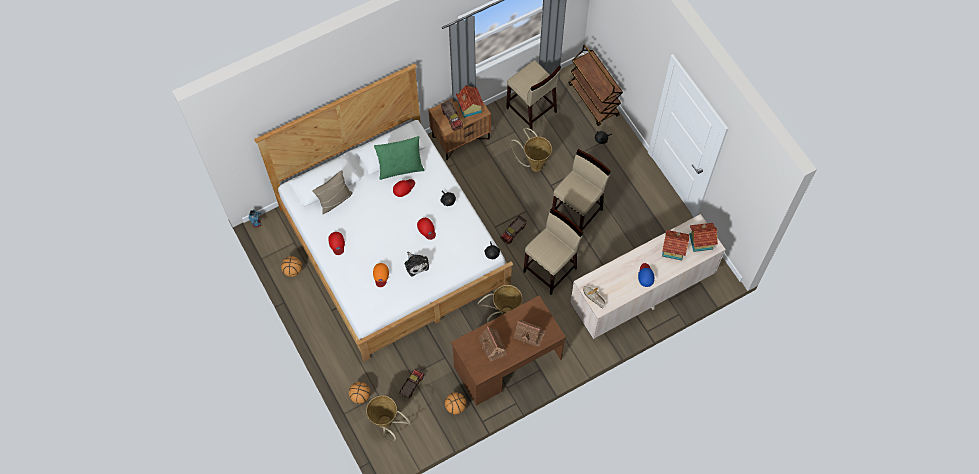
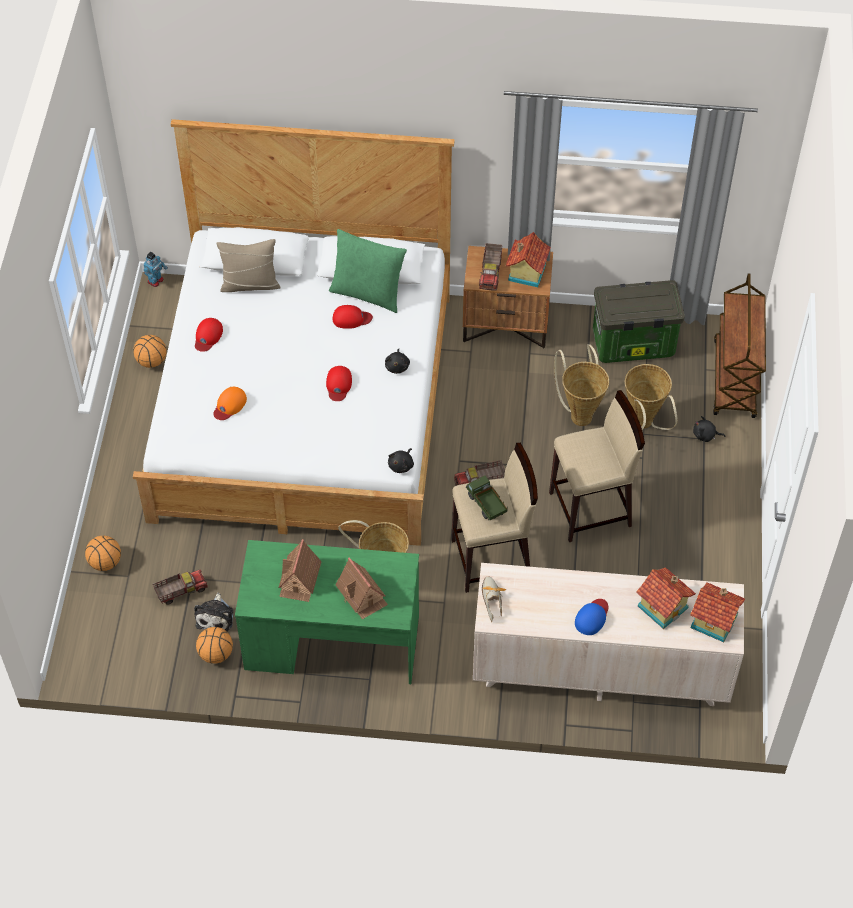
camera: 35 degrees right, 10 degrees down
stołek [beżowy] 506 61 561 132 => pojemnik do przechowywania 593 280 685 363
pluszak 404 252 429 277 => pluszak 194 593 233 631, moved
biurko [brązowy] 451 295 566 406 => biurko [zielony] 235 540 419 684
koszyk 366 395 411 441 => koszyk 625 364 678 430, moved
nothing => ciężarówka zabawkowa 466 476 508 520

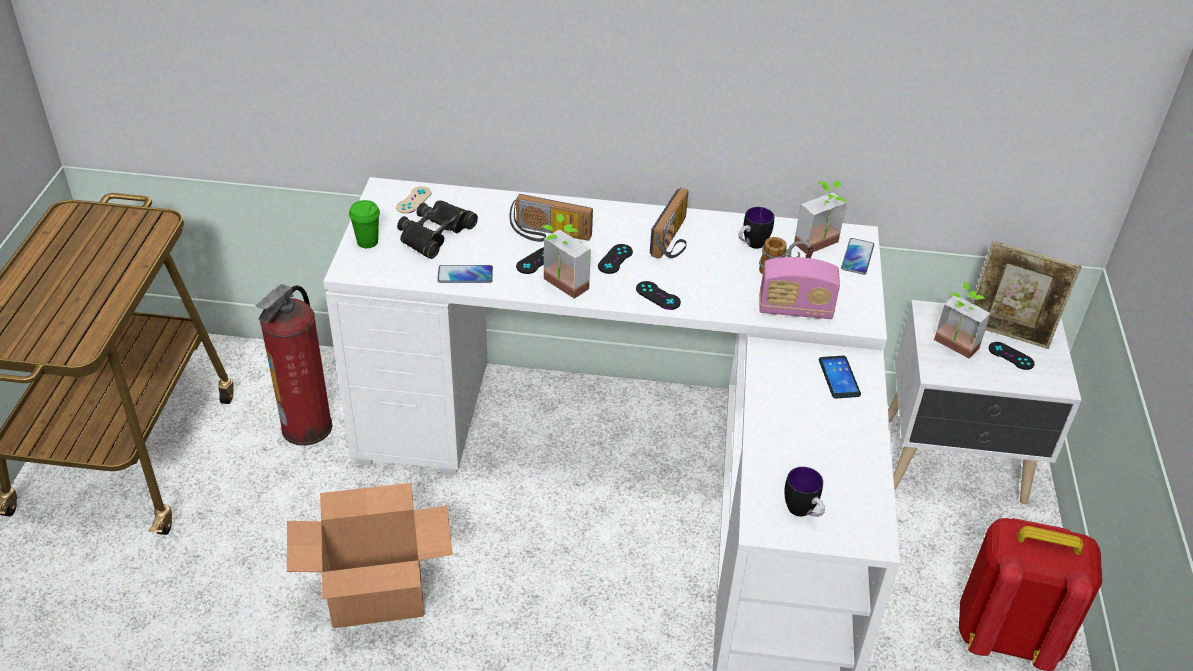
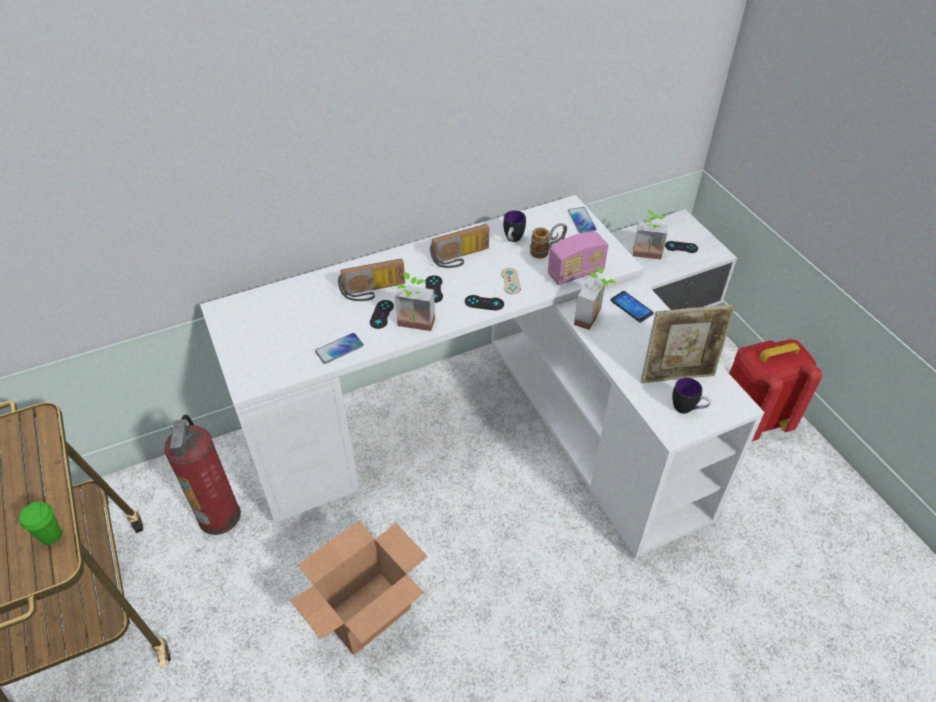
camera: 30 degrees left, 5 degrees up
roślina doniczkowa 794 181 847 254 => roślina doniczkowa 574 267 616 330, moved
pad do gier [beżowy] 396 186 432 214 => pad do gier [beżowy] 501 268 521 294, moved
radio 650 188 689 258 => radio 430 224 489 268, 75 degrees clockwise
filiżanka [zielony] 349 200 380 248 => filiżanka [zielony] 19 501 62 545, moved
lornetka [czarny] 397 200 478 259 => nothing
ramka na zdjęcie 971 241 1081 349 => ramka na zdjęcie 641 305 736 383, moved

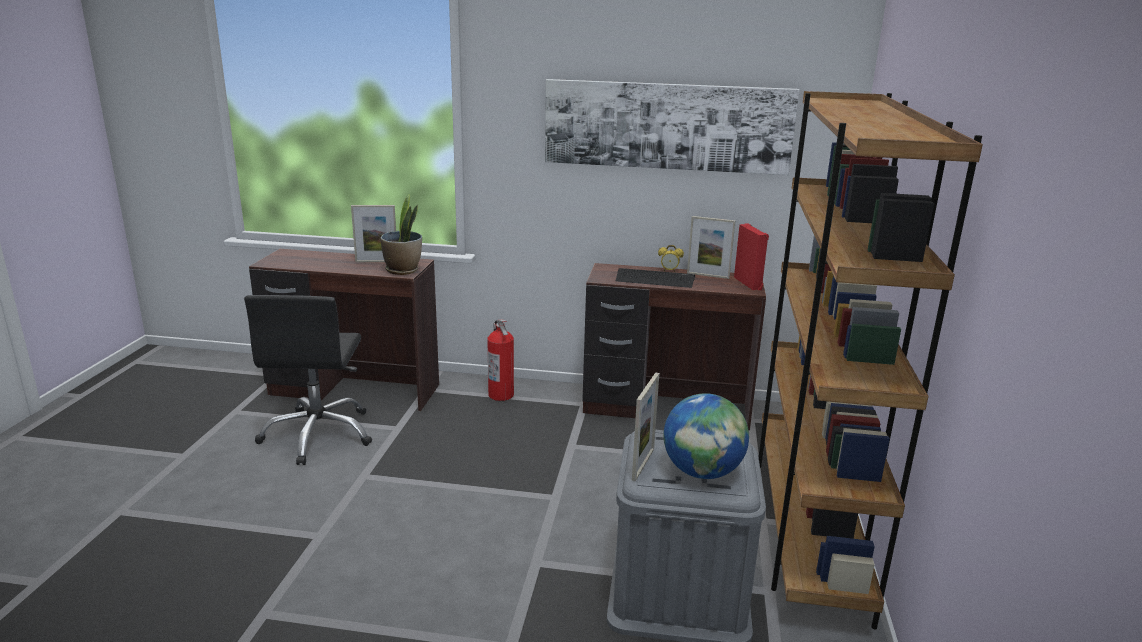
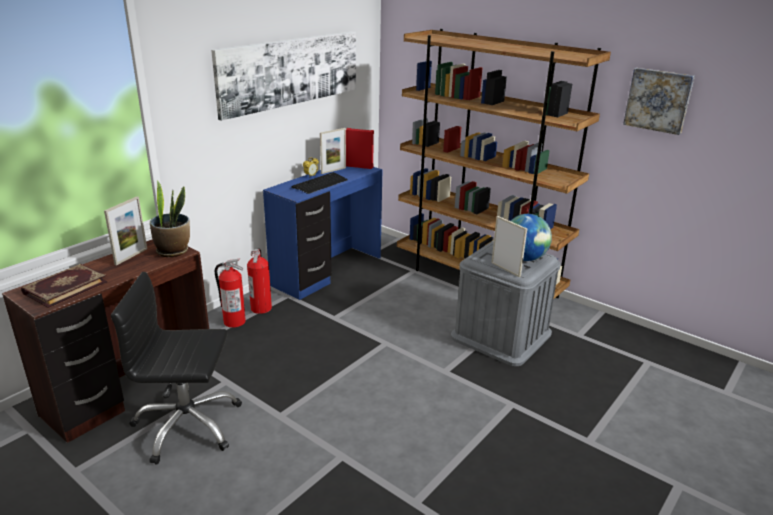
camera: 60 degrees left, 5 degrees up
biurko [brązowy] 582 263 766 431 => biurko [niebieski] 263 166 382 300
krzesło biurowe [czarny] 244 295 372 465 => krzesło biurowe [czarny] 111 272 242 465, 150 degrees clockwise
nothing => obraz 623 68 695 135
nothing => gaśnica 247 248 272 314
nothing => książka 21 264 107 308

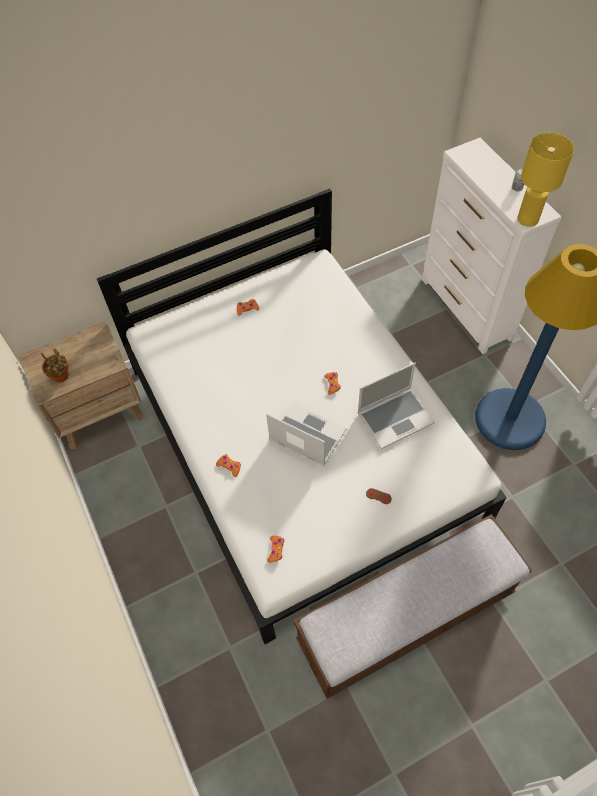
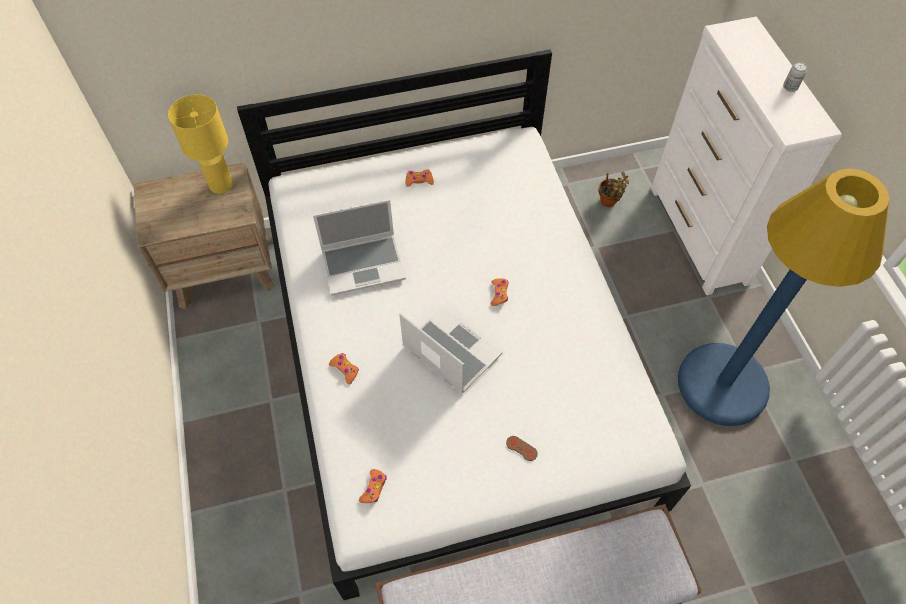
camera: 10 degrees right, 0 degrees up
lampa stołowa [żółty] 518 133 574 227 => lampa stołowa [żółty] 168 94 233 194, moved
roślina doniczkowa 40 349 69 382 => roślina doniczkowa 599 171 629 207, moved
laptop 358 362 435 449 => laptop 313 199 406 296, moved

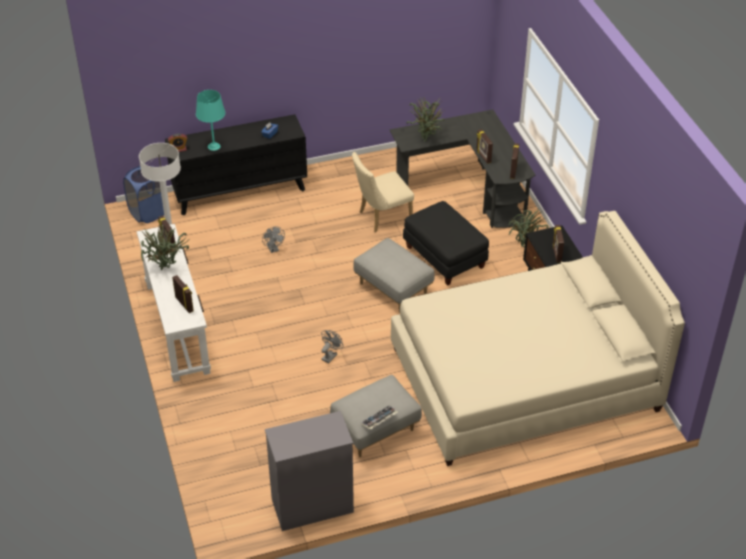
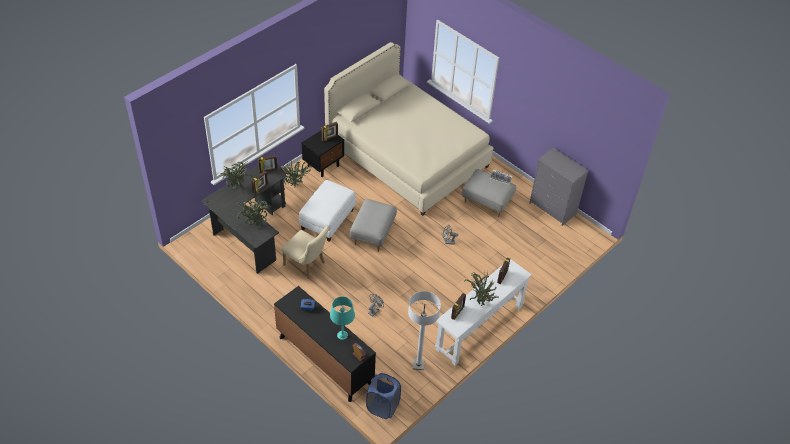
camera: 120 degrees left, 5 degrees up
pufa [czarny] 403 201 489 286 => pufa [biały] 299 180 356 242
nothing => roślina doniczkowa 220 161 252 189

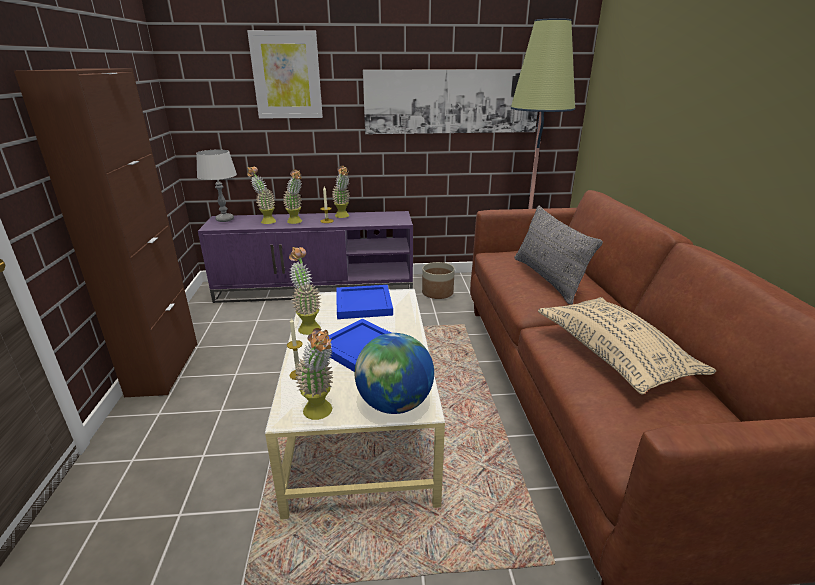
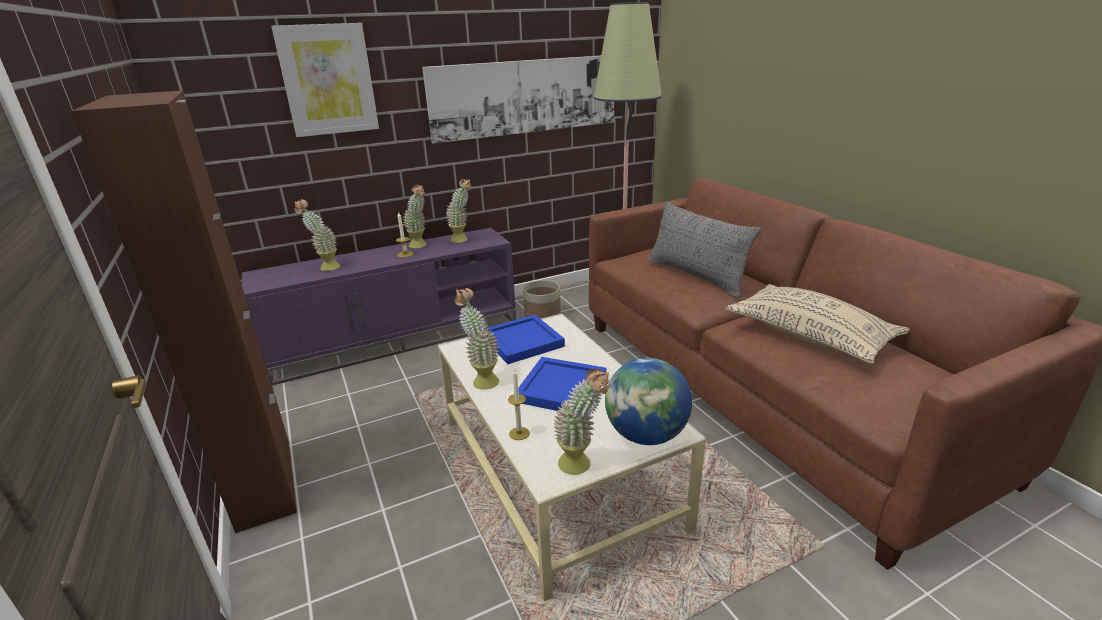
camera: 20 degrees left, 0 degrees up
lampa stołowa [szary] 196 150 237 222 => nothing
roślina doniczkowa 283 169 302 224 => roślina doniczkowa 446 179 472 243, moved

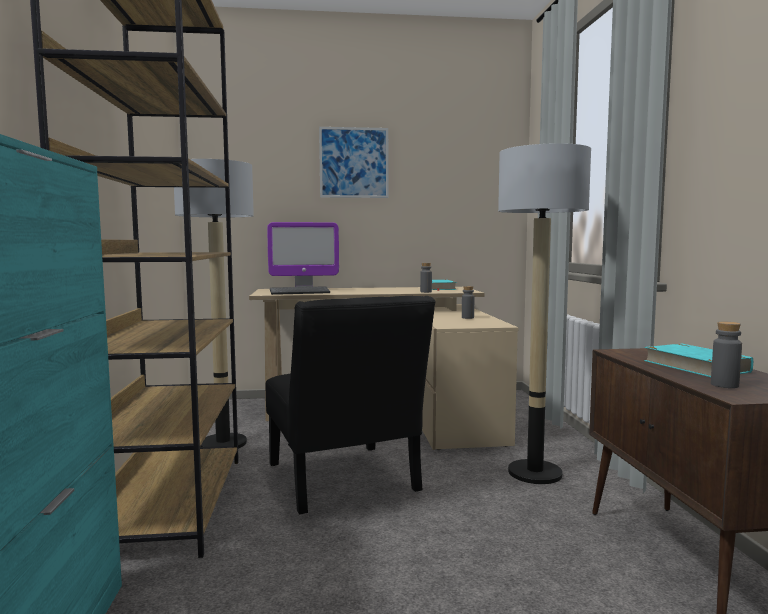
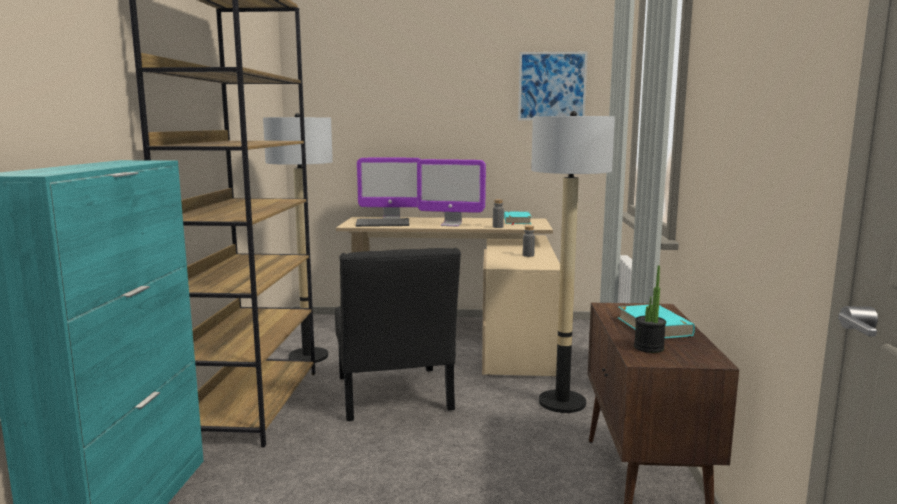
camera: 10 degrees right, 5 degrees up
obraz 319 127 388 198 => obraz 518 52 588 120, moved
butelka [szary] 711 322 742 388 => roślina doniczkowa 634 265 666 353
nothing => monitor 417 159 486 226

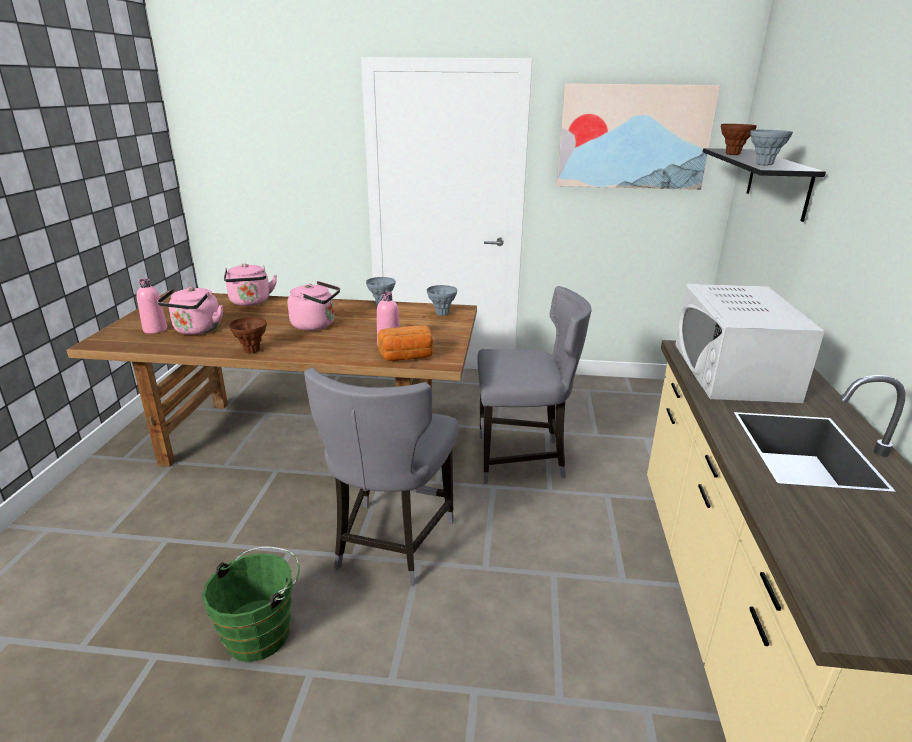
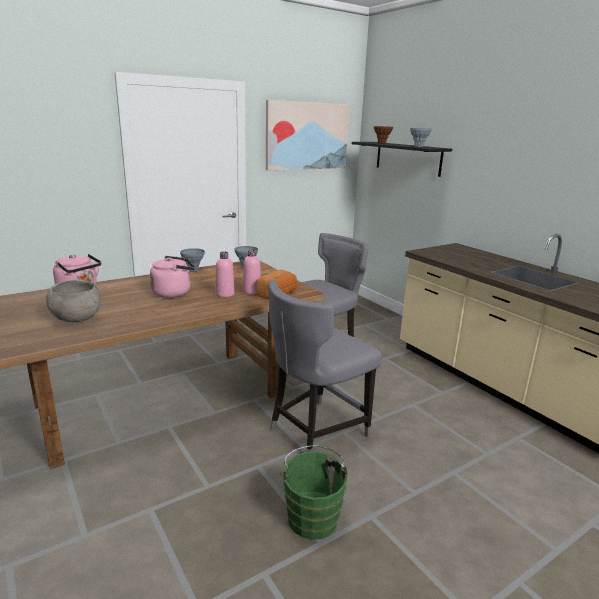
camera: 40 degrees left, 5 degrees down
butelka [różowy] 136 279 167 334 => butelka [różowy] 216 252 235 297, moved
mikrofalówka [biały] 675 284 825 403 => nothing
czajnik [różowy] 157 287 223 335 => miska [szary] 46 280 101 322
wazon [brązowy] 229 317 267 353 => nothing
krzesło [szary] 304 368 459 586 => krzesło [szary] 268 280 382 452, 75 degrees clockwise

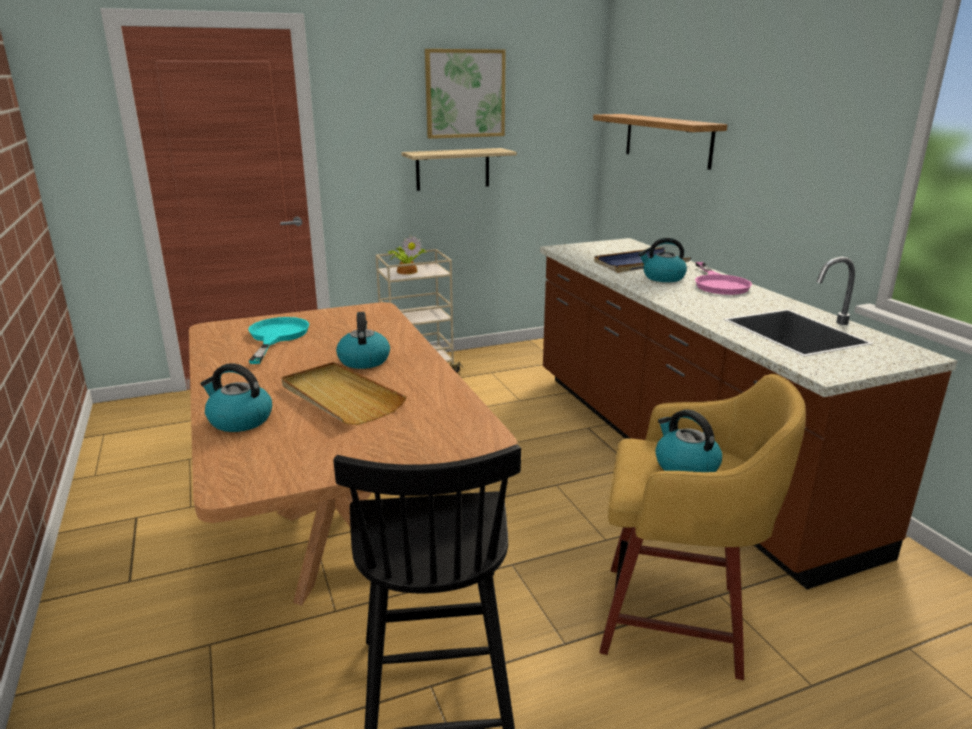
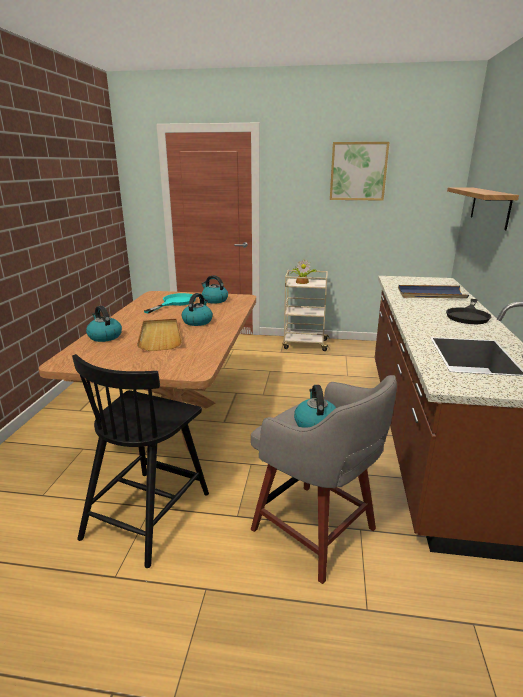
camera: 30 degrees right, 0 degrees up
półka 401 148 517 191 => nothing
czajnik 638 238 687 282 => czajnik 201 275 228 303, moved
patelnia [różowy] 695 262 752 295 => patelnia [czarny] 446 299 491 324
stołek [żółty] 600 374 806 680 => stołek [szary] 251 375 397 584

